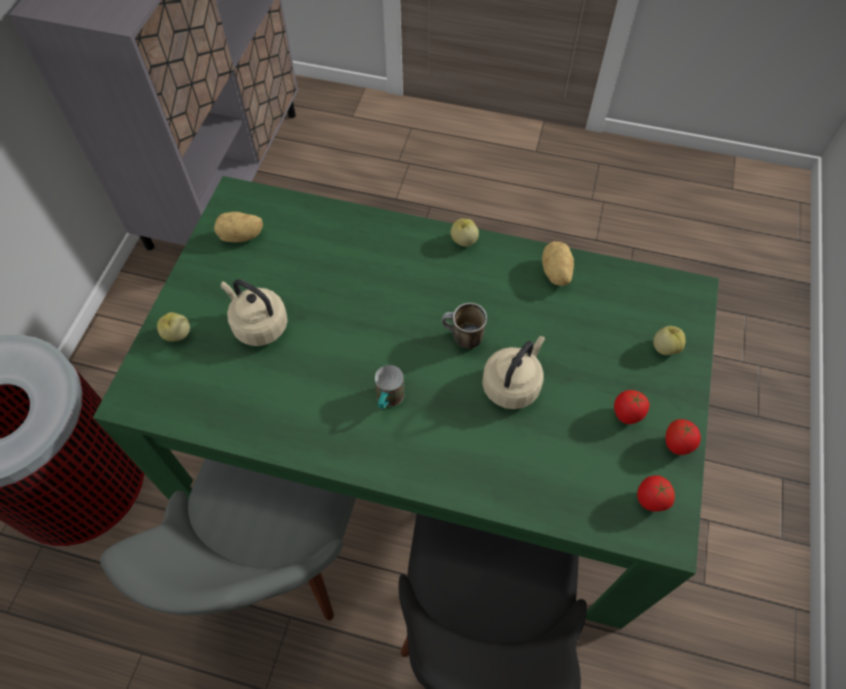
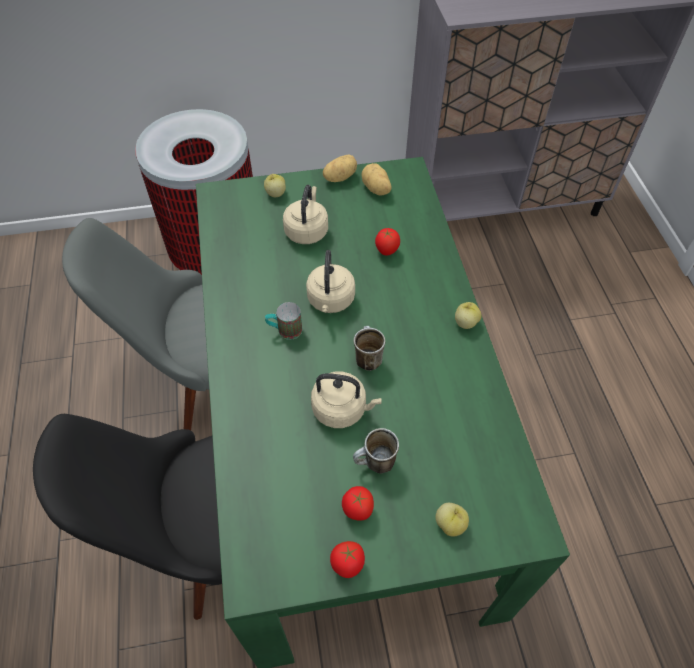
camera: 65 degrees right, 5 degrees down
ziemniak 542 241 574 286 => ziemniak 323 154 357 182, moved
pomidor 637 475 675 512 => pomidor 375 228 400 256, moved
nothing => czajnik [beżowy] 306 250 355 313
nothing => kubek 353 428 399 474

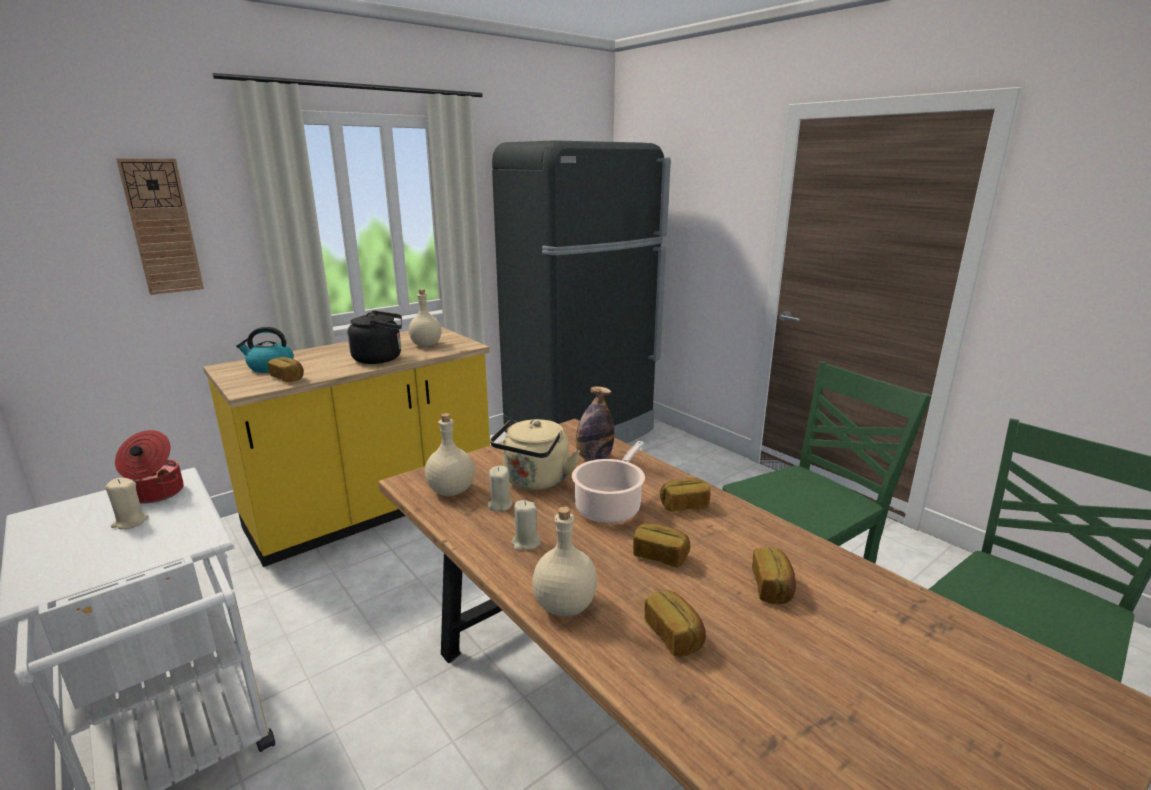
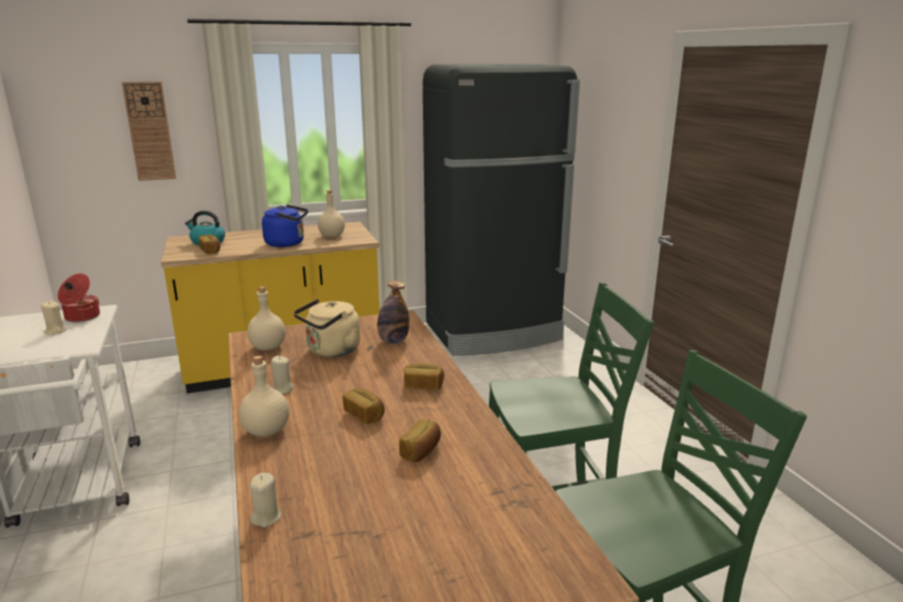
camera: 20 degrees right, 0 degrees up
czajnik [czarny] 348 310 402 364 => czajnik [niebieski] 262 204 308 247
garnek 572 441 645 523 => nothing
świeca [beżowy] 488 466 513 511 => świeca [beżowy] 250 473 281 527, moved
chleb 644 590 706 657 => nothing

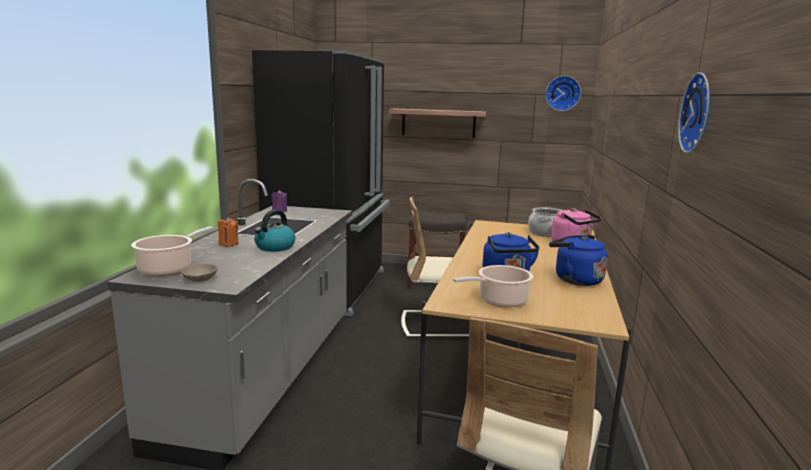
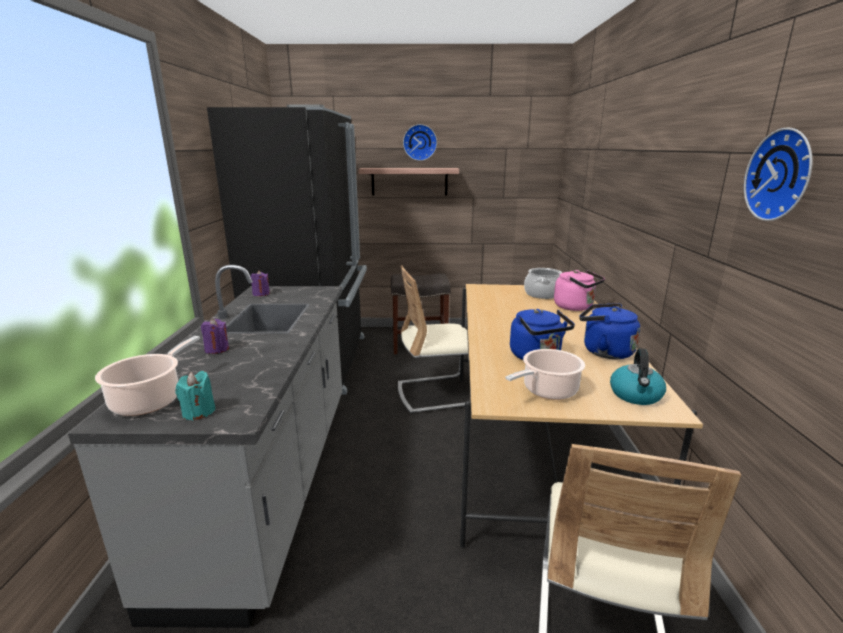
camera: 10 degrees left, 5 degrees up
zegar ścienny 545 76 581 111 => zegar ścienny 403 124 437 161, moved
czajnik 254 210 295 252 => czajnik 610 348 666 405, moved
świeca [pomarańczowy] 218 217 239 246 => świeca [fioletowy] 201 318 229 354
miska [beżowy] 181 264 218 282 => świeca [turkusowy] 175 371 216 421

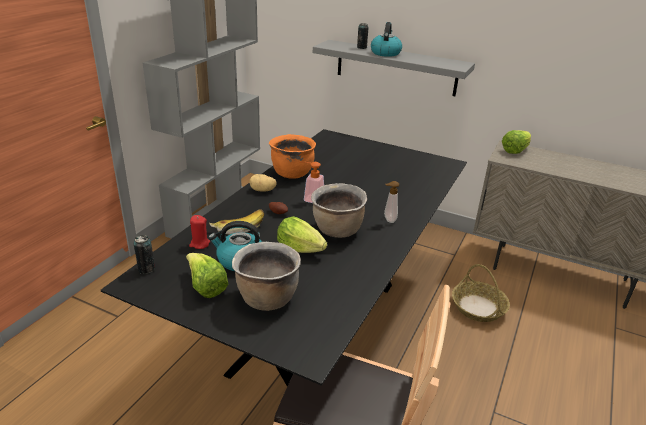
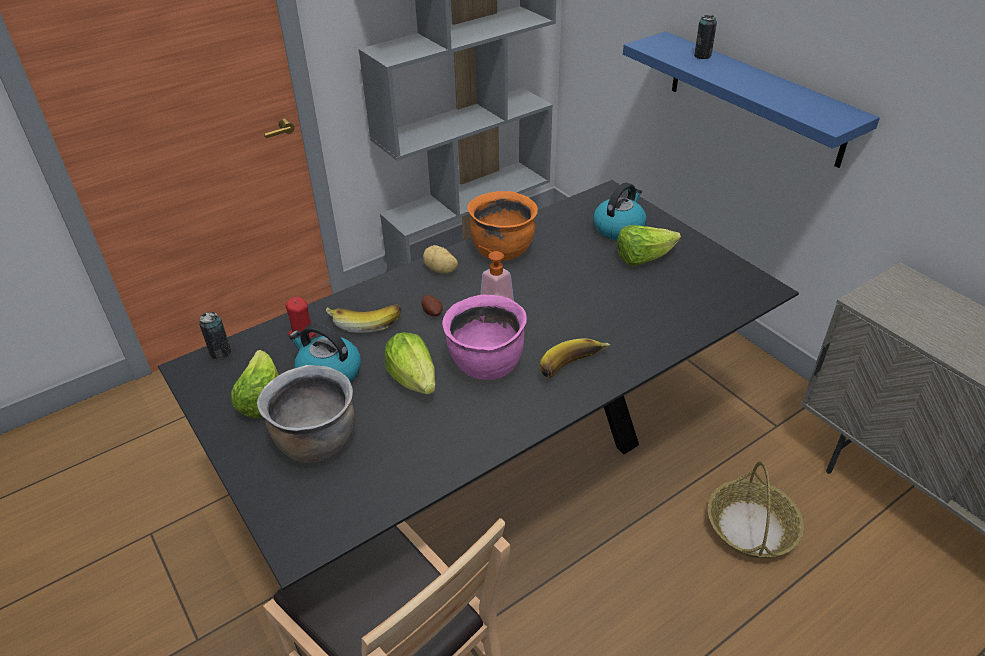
camera: 30 degrees right, 10 degrees up
czajnik 371 22 402 57 => czajnik 593 182 647 240, moved
półka [szary] 313 40 475 96 => półka [niebieski] 623 31 880 168
sałata 502 130 531 154 => sałata 617 225 681 266, moved
dozownik mydła 384 181 399 223 => banan 540 339 610 378
garnek [brązowy] 311 183 367 238 => garnek [różowy] 442 295 527 380

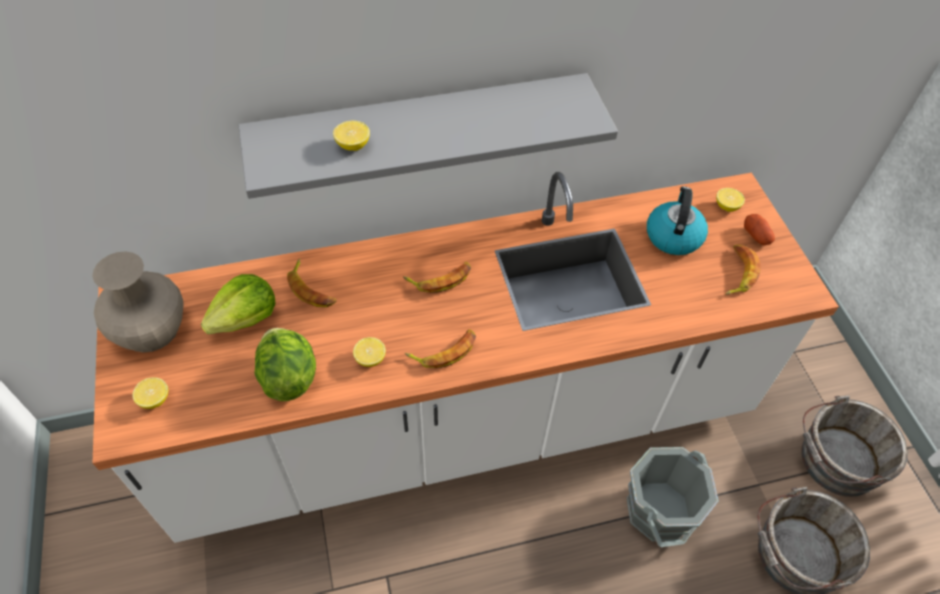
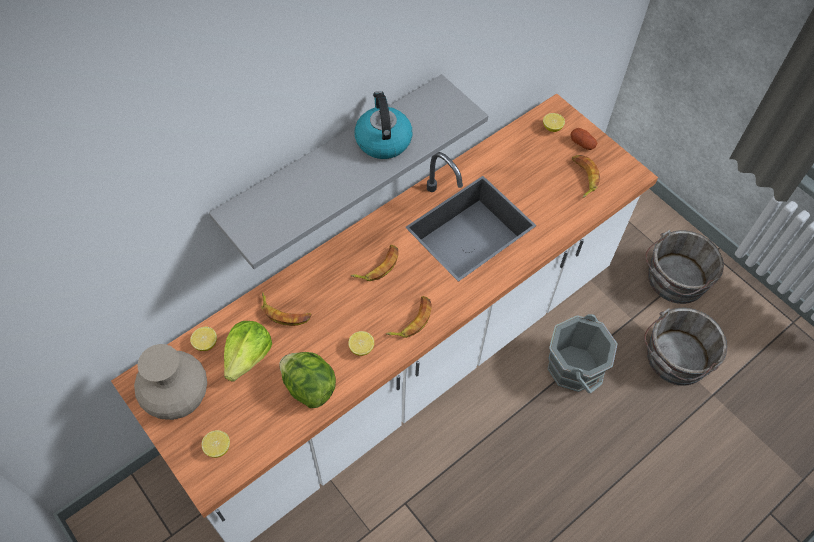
camera: 25 degrees left, 5 degrees up
cytryna 333 120 370 151 => cytryna 190 327 217 351, moved
czajnik 647 186 708 255 => czajnik 355 91 413 159, moved

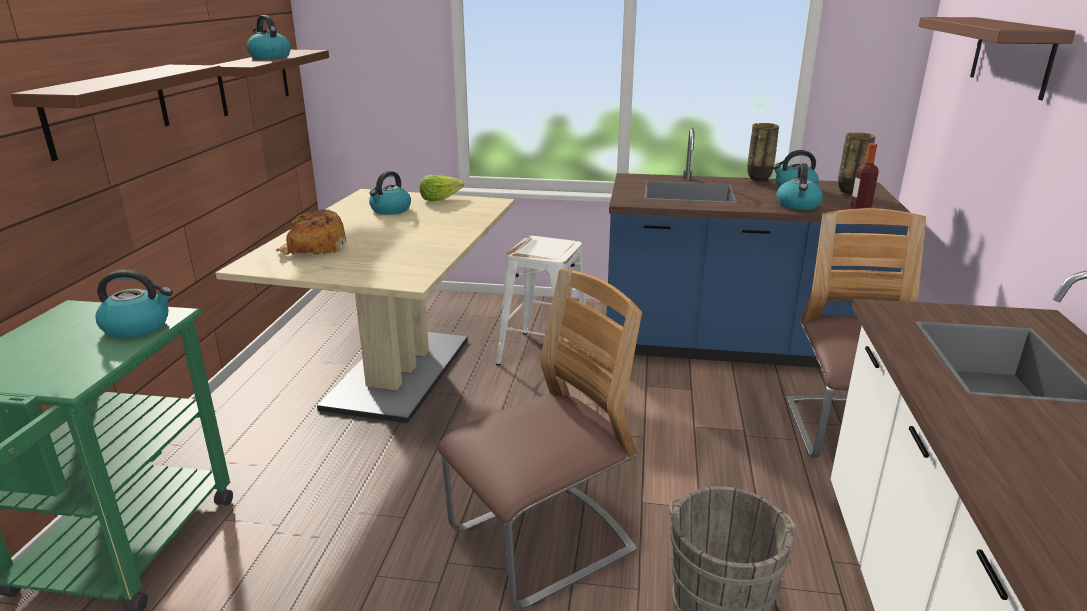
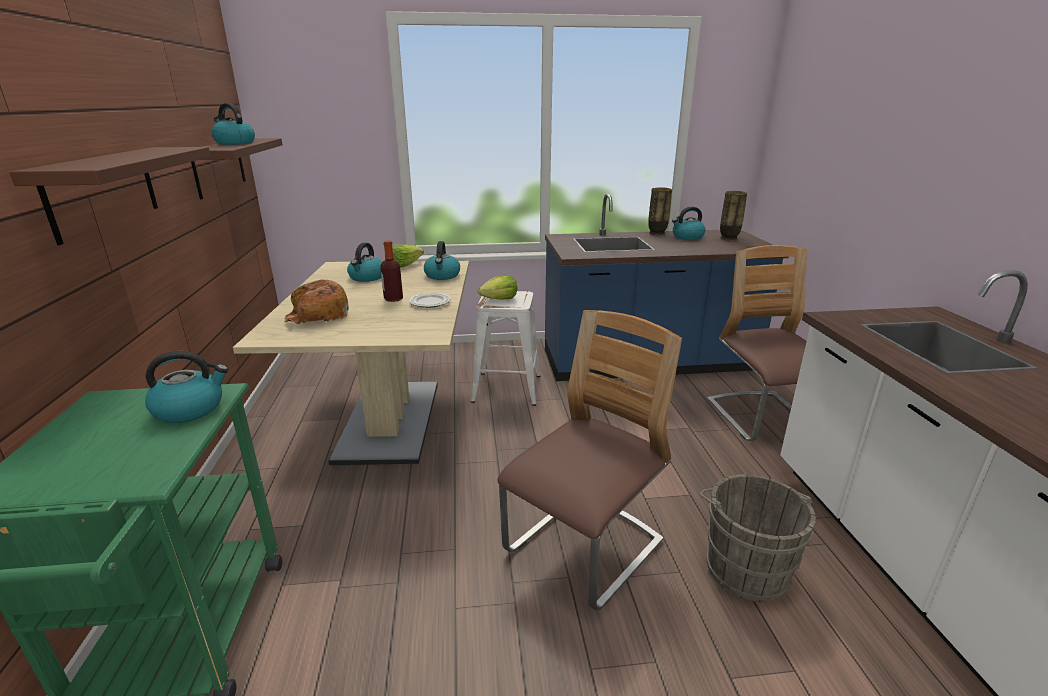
camera: 15 degrees left, 0 degrees up
półka [brązowy] 919 17 1076 100 => nothing
butelka 851 143 879 209 => butelka 380 240 403 302, moved
czajnik 776 163 823 210 => czajnik 424 241 460 280, moved
nothing => sałata 478 275 517 300
nothing => talerz 409 293 451 308

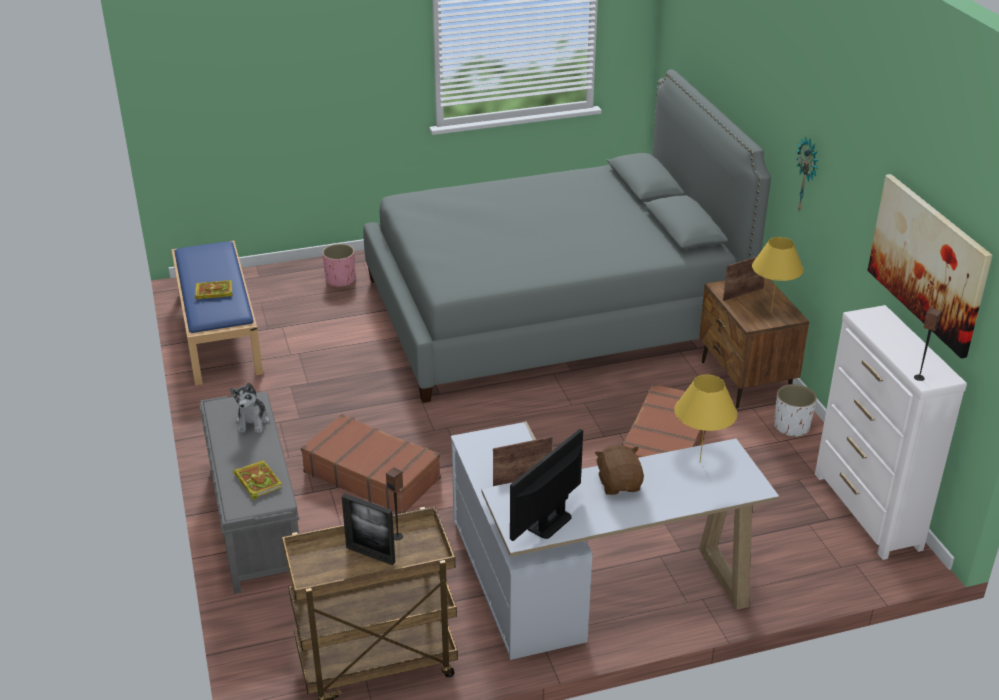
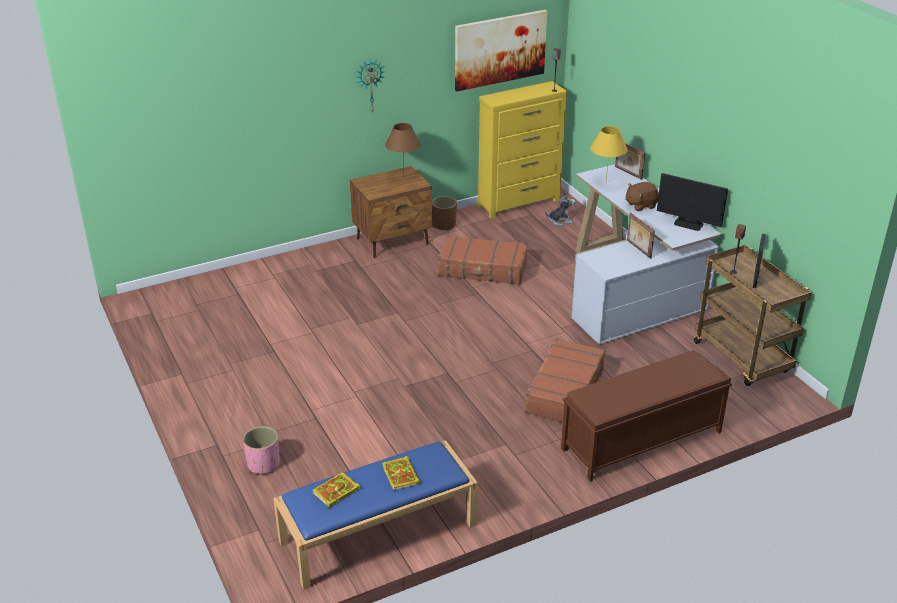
camera: 100 degrees left, 0 degrees up
łóżko [szary] 363 69 771 403 => nothing
lampa stołowa [żółty] 752 237 804 313 => lampa stołowa [brązowy] 385 123 421 172
ramka na zdjęcie 723 257 765 301 => ramka na zdjęcie 615 144 645 180, moved
komoda [biały] 815 305 967 560 => komoda [żółty] 478 81 567 218
pluszak 230 383 269 433 => pluszak 545 192 575 226, moved
donica [biały] 774 384 817 438 => donica [brązowy] 432 196 457 231
ławka [szary] 200 392 299 594 => ławka [brązowy] 561 350 732 482
książka 233 460 282 499 => książka 312 472 361 508, moved

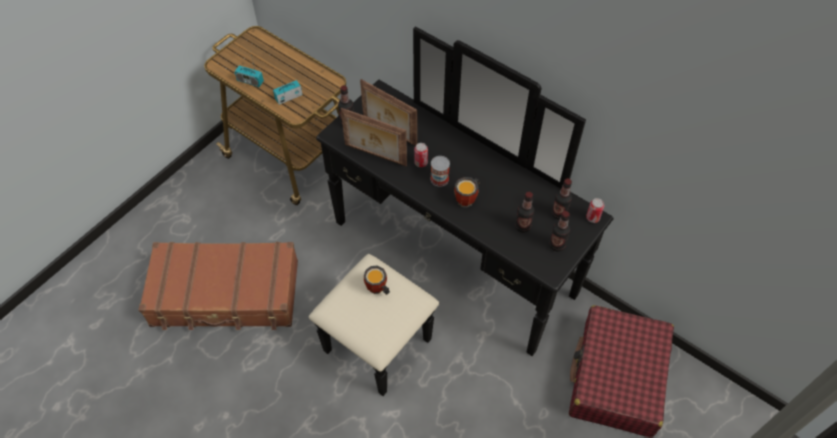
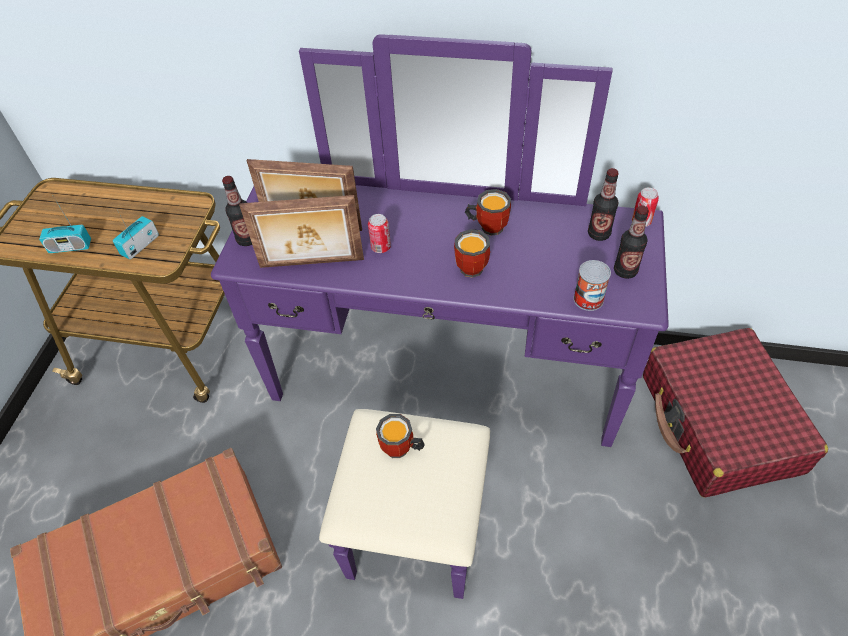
camera: 25 degrees left, 5 degrees down
komoda [czarny] 309 26 614 396 => komoda [fioletowy] 211 34 669 599
puszka 430 156 450 187 => puszka 574 260 611 311, moved
butelka 515 192 534 233 => nothing
nothing => kubek 465 189 511 235

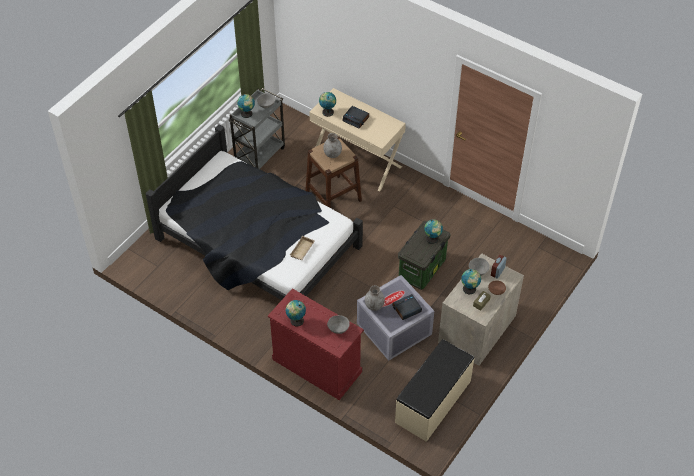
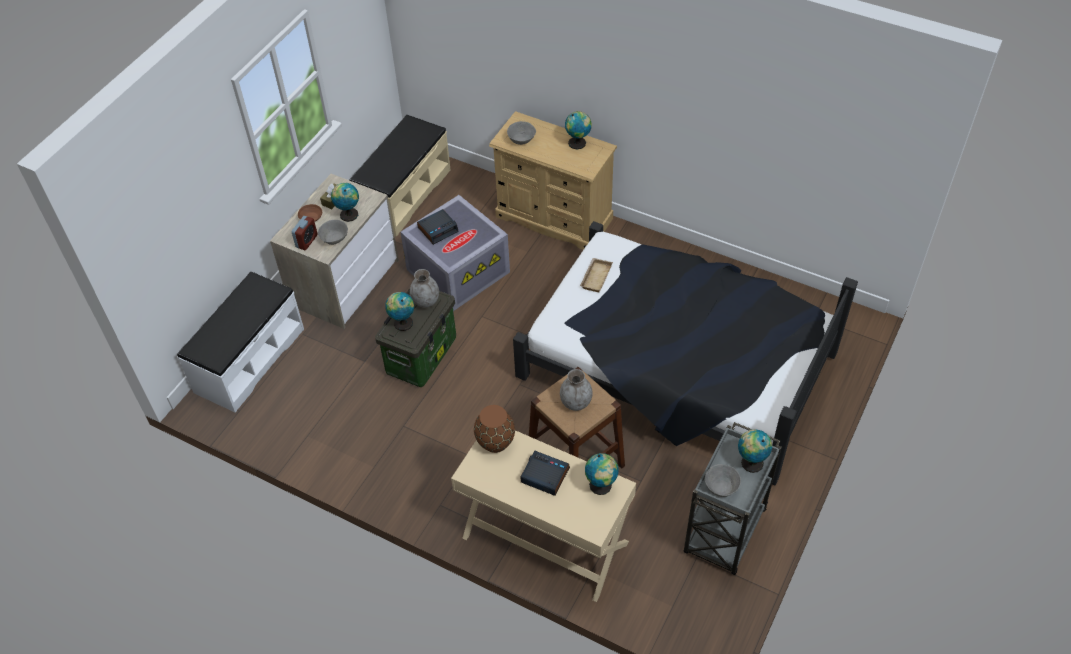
camera: 175 degrees right, 0 degrees up
wazon [szary] 365 285 385 311 => wazon [szary] 410 269 439 308, moved
komoda [czerwony] 268 288 364 400 => komoda [beżowy] 489 111 617 250
nothing => ławka [biały] 177 272 304 413
nothing => wazon [brązowy] 474 405 515 453

